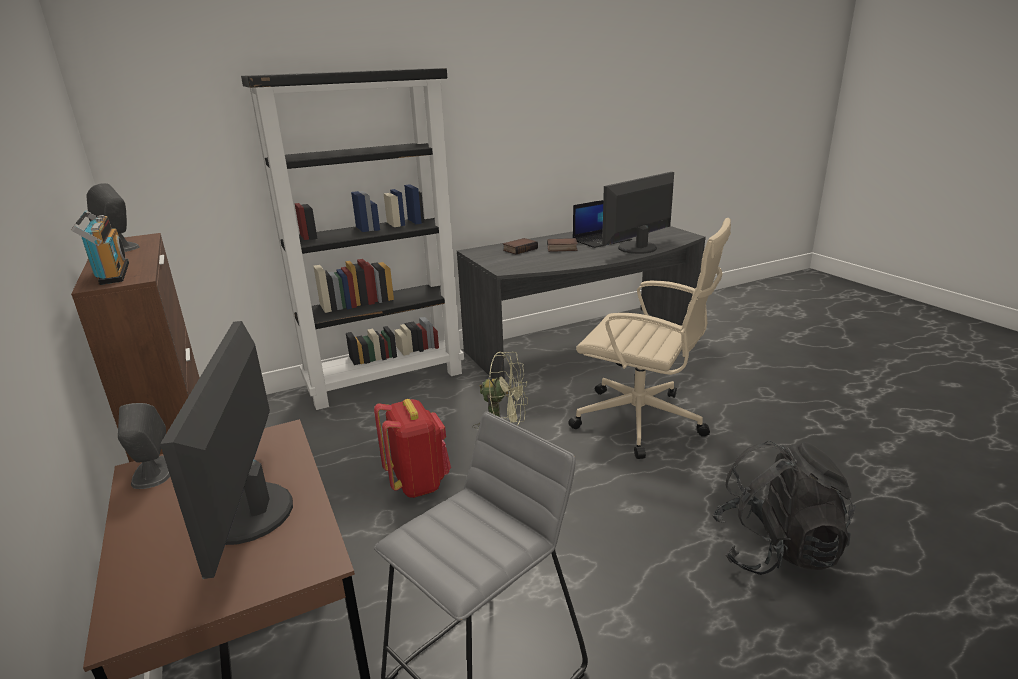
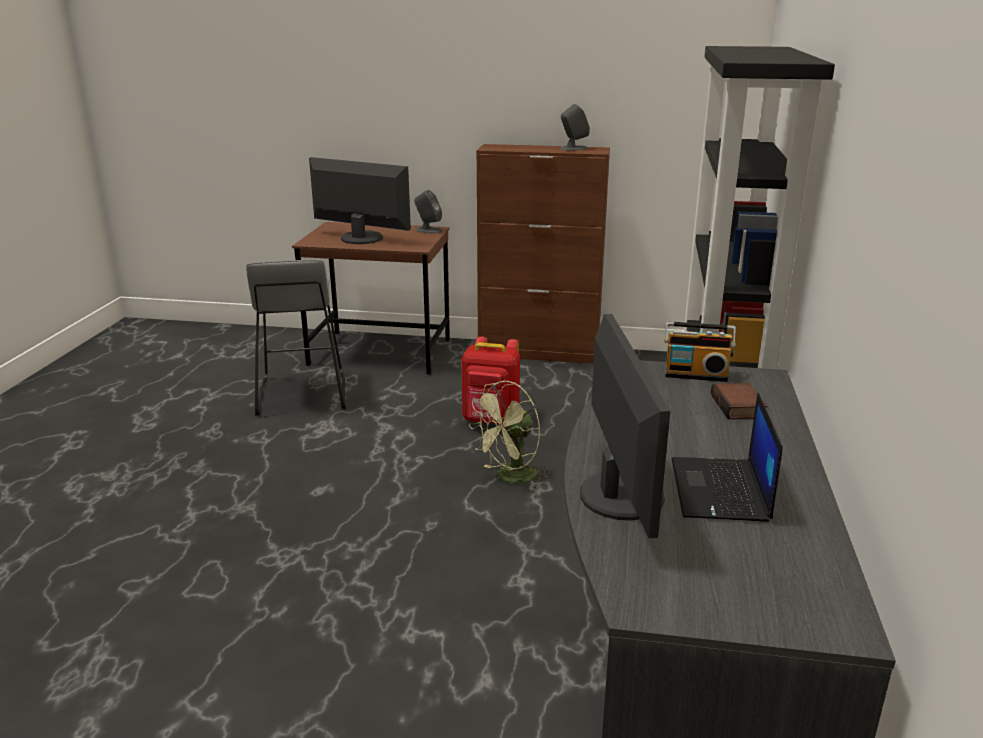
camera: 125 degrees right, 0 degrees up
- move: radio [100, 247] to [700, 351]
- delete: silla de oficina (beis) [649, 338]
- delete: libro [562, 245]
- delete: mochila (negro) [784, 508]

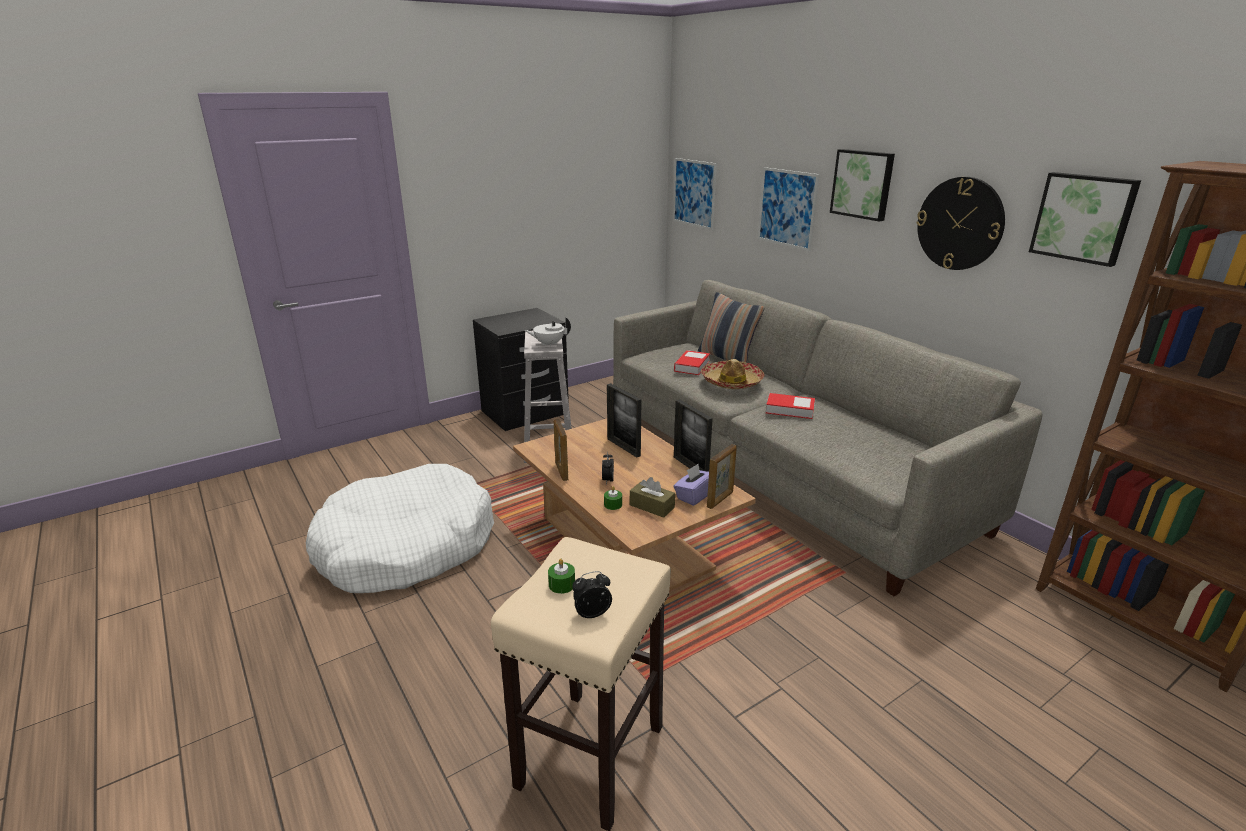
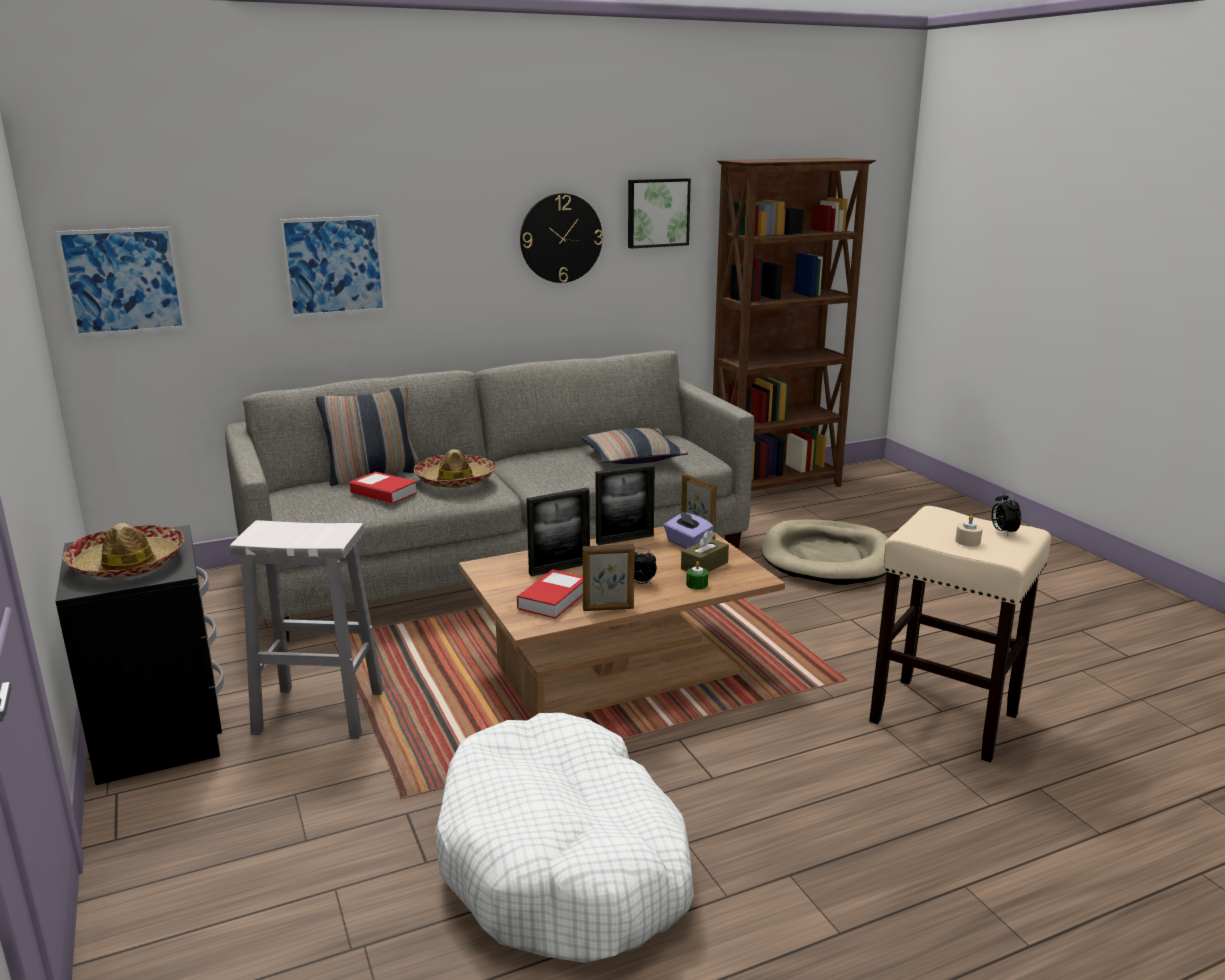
camera: 80 degrees left, 5 degrees down
- delete: cuadro [862, 185]
- delete: tetera (blanco) [547, 332]
- move: libro [790, 406] to [550, 594]
- recolor: vela (verde) [561, 576] to vela (beis) [969, 531]
- insert: cojín [634, 446]
- insert: cama para perro (beis) [824, 552]
- insert: sombrero [123, 550]

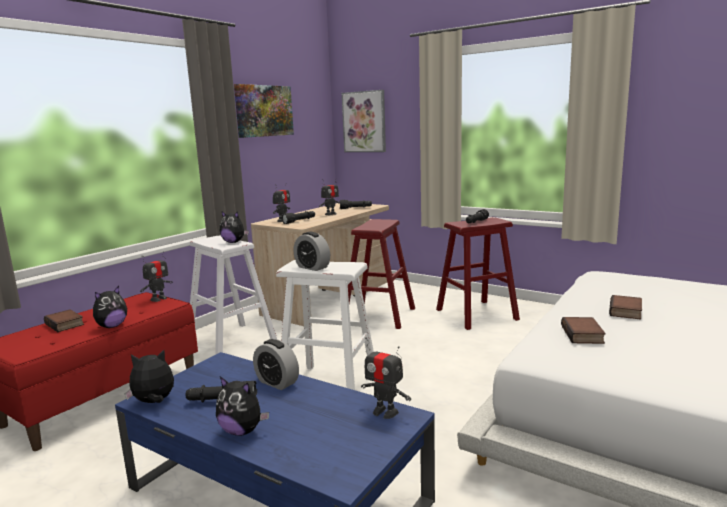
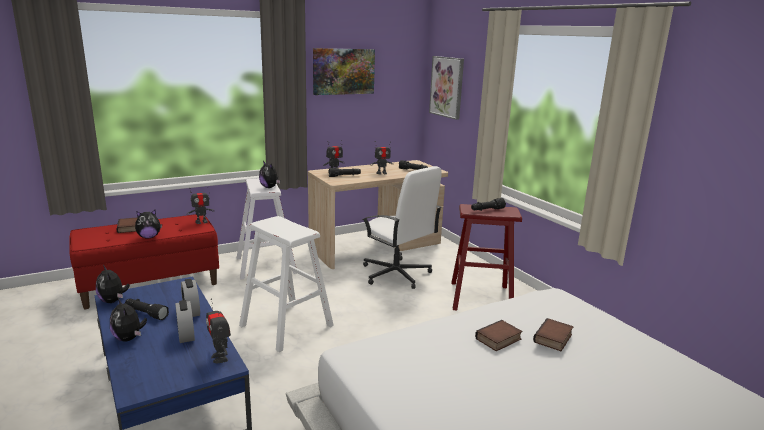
camera: 25 degrees right, 5 degrees up
- replace: taburete (rojo) [378, 274] to silla de oficina (blanco) [402, 227]
- move: despertador [311, 251] to [185, 321]
- move: libro [583, 330] to [553, 334]
- rotate: peluche [149, 376] = [113, 284] 135 degrees counterclockwise

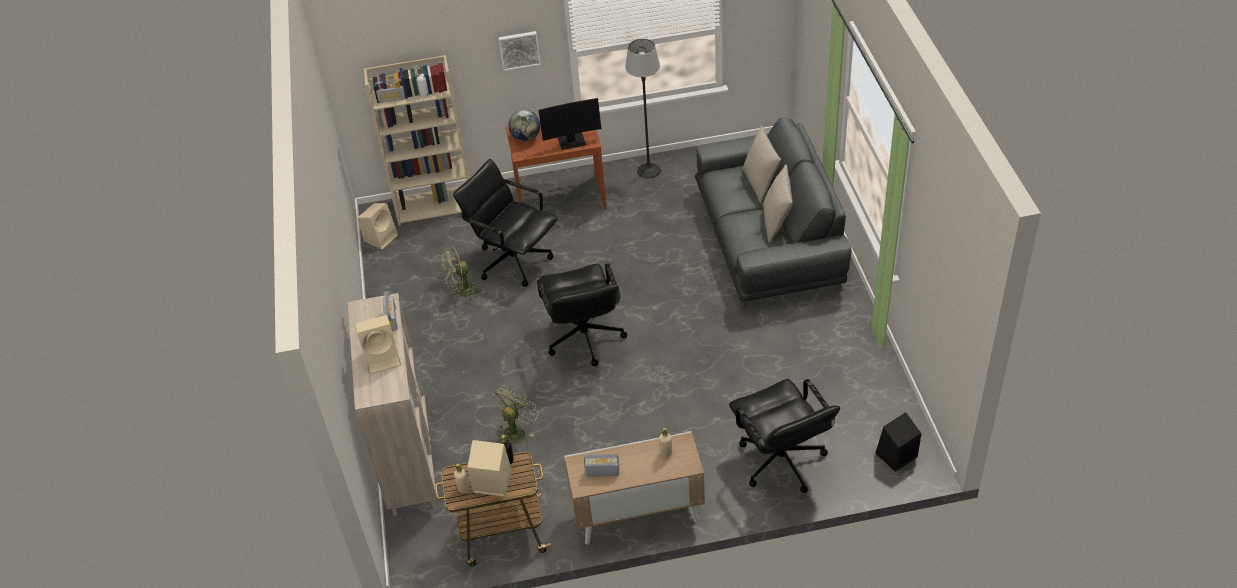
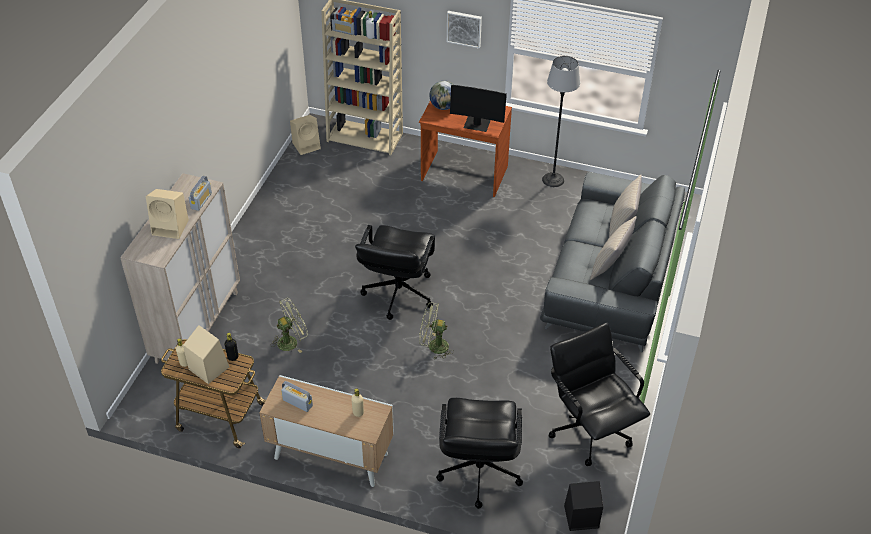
camera: 25 degrees right, 0 degrees up
- move: silla de oficina (negro) [505, 223] to [599, 394]
- move: ventilador (verde) [462, 274] to [436, 331]

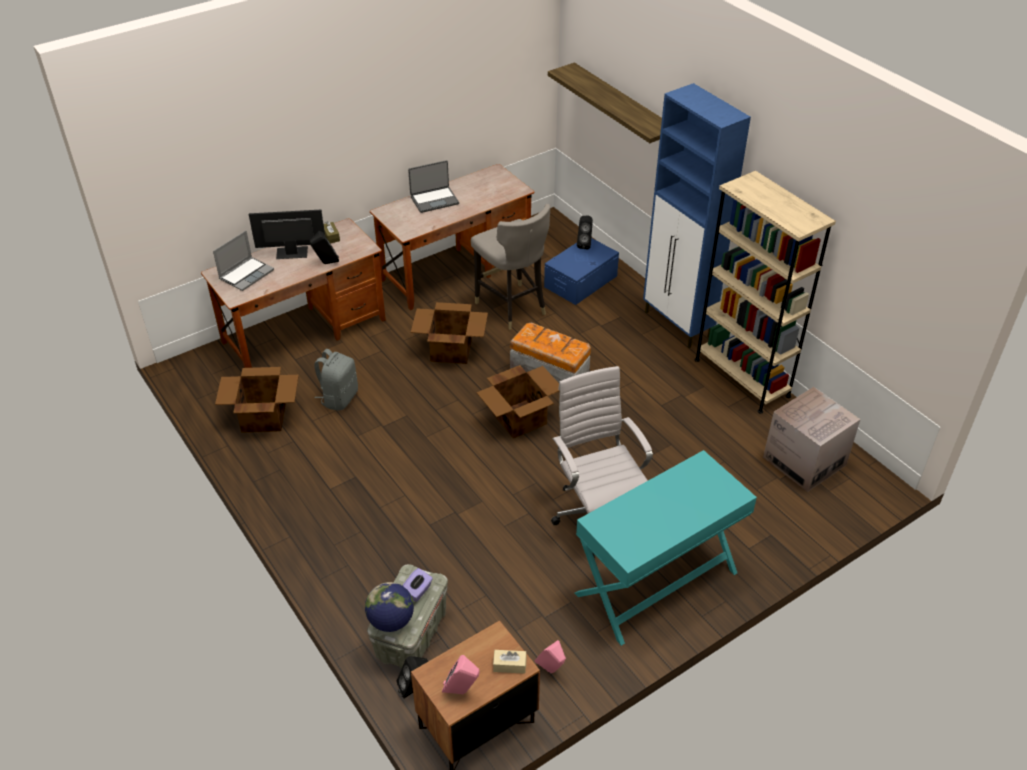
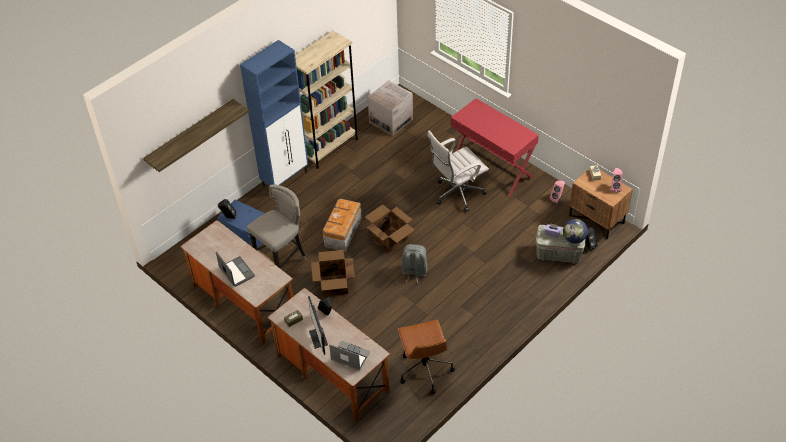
camera: 100 degrees left, 5 degrees up
- move: mochila (gris) [336, 379] to [414, 263]
- replace: caja de cartón [257, 400] to silla de oficina (marrón) [426, 357]
- recolor: escritorio (turquesa) [666, 548] to escritorio (rojo) [495, 147]

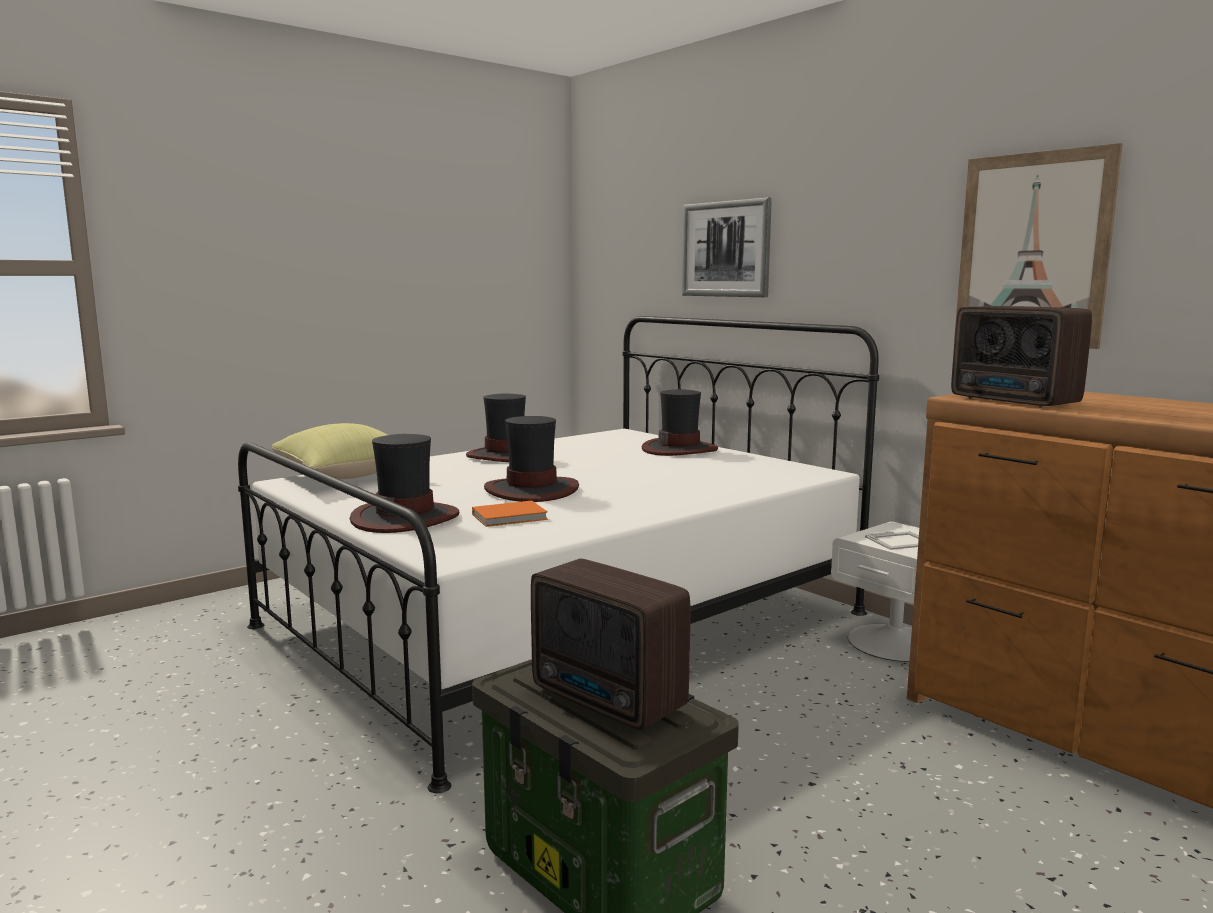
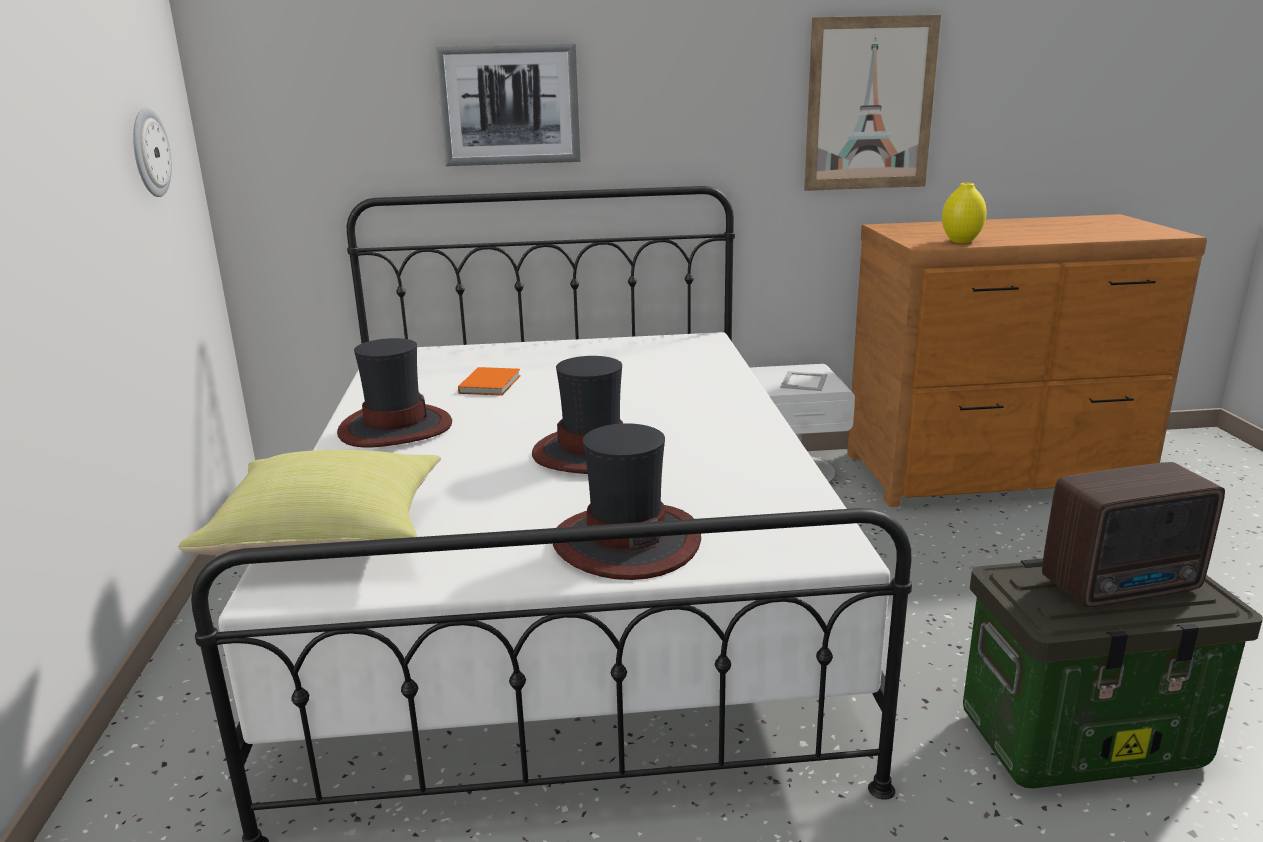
camera: 55 degrees left, 10 degrees up
- replace: radio [1021, 357] to florero (amarillo) [964, 213]
- delete: sombrero [680, 422]
- move: libro (naranja) [510, 514] to [489, 381]
- insert: reloj de pared [152, 152]

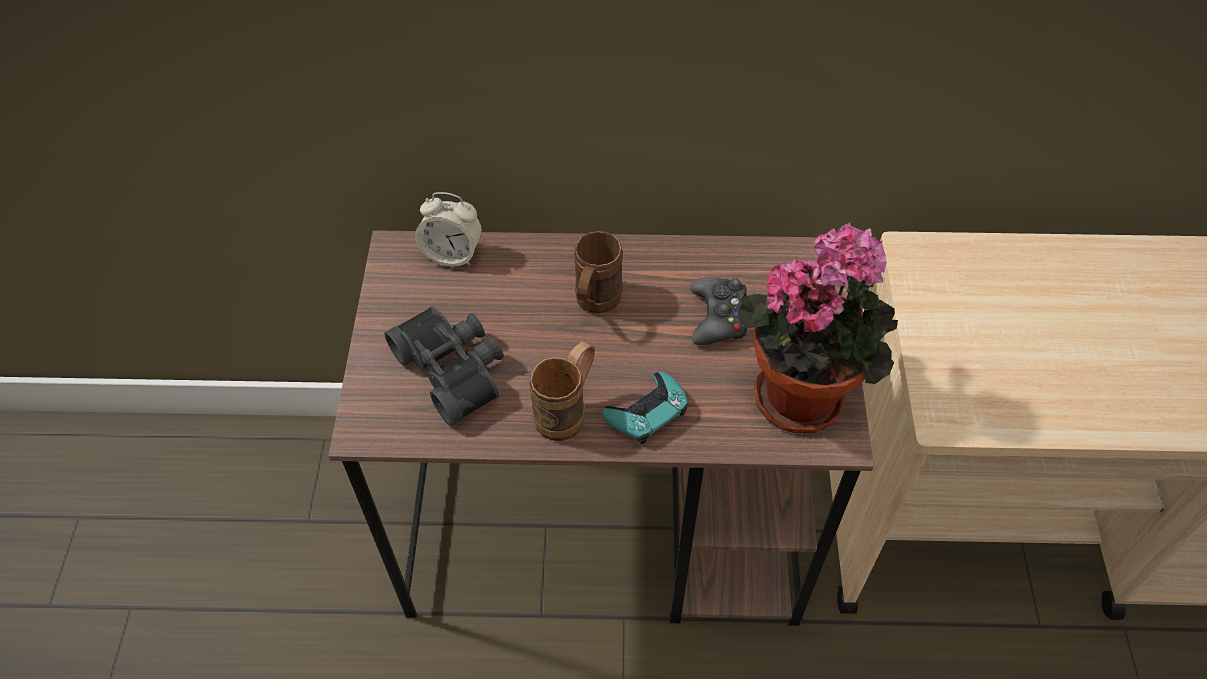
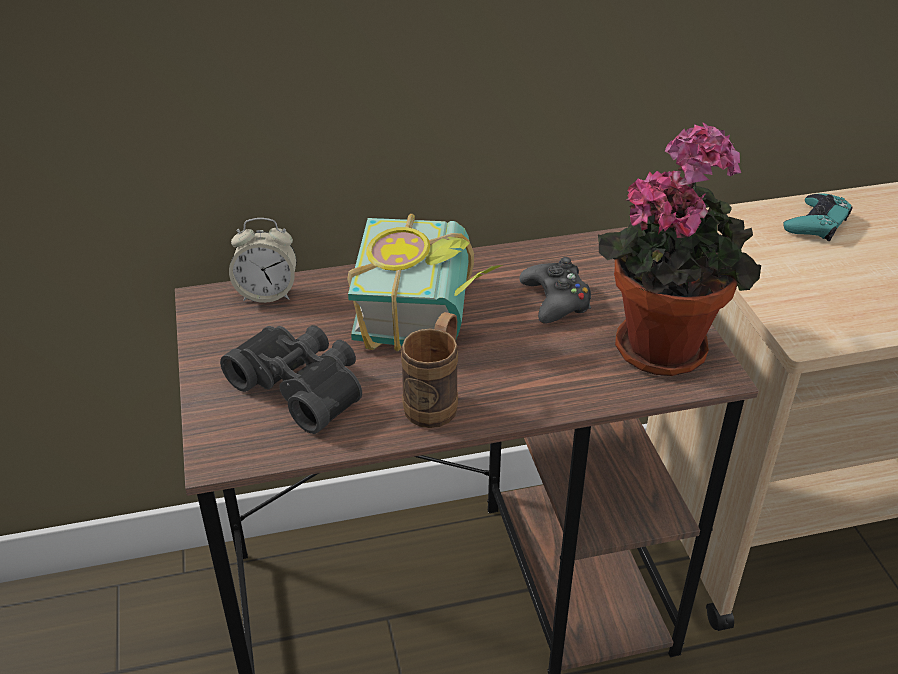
camera: 15 degrees left, 15 degrees down
- replace: taza grande (marrón) [598, 272] to libro [425, 282]
- move: mando de consola (turquesa) [645, 408] to [818, 217]

